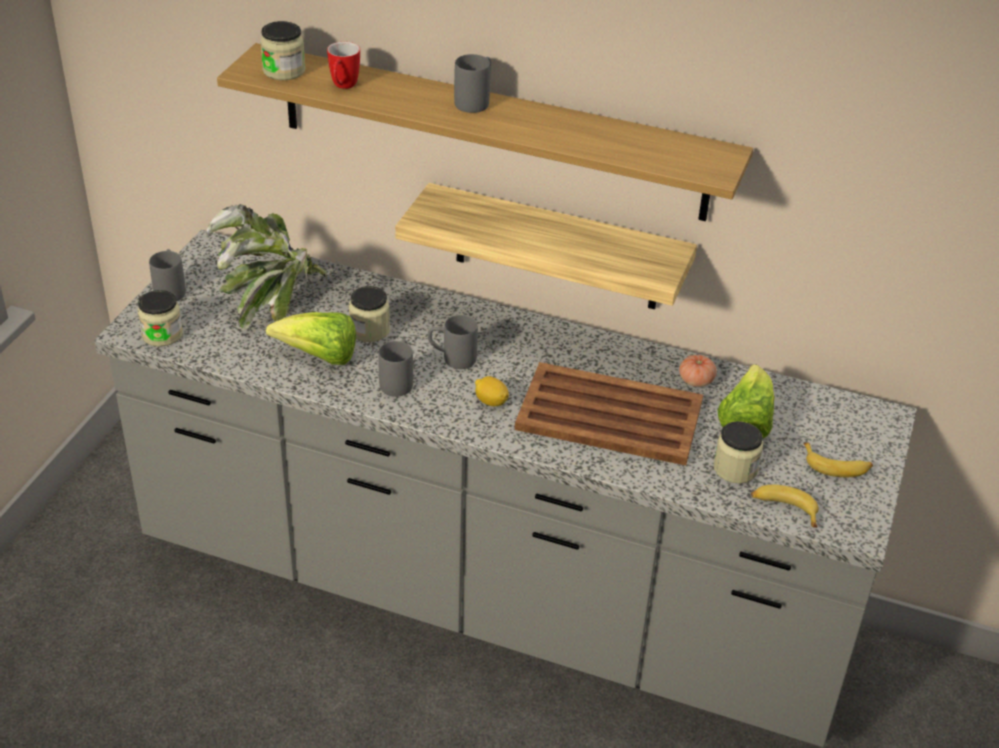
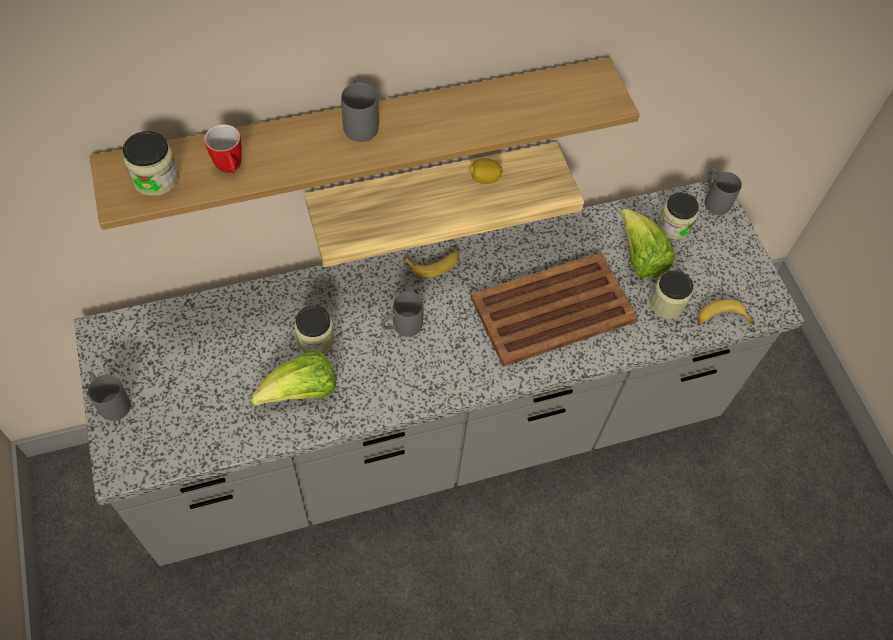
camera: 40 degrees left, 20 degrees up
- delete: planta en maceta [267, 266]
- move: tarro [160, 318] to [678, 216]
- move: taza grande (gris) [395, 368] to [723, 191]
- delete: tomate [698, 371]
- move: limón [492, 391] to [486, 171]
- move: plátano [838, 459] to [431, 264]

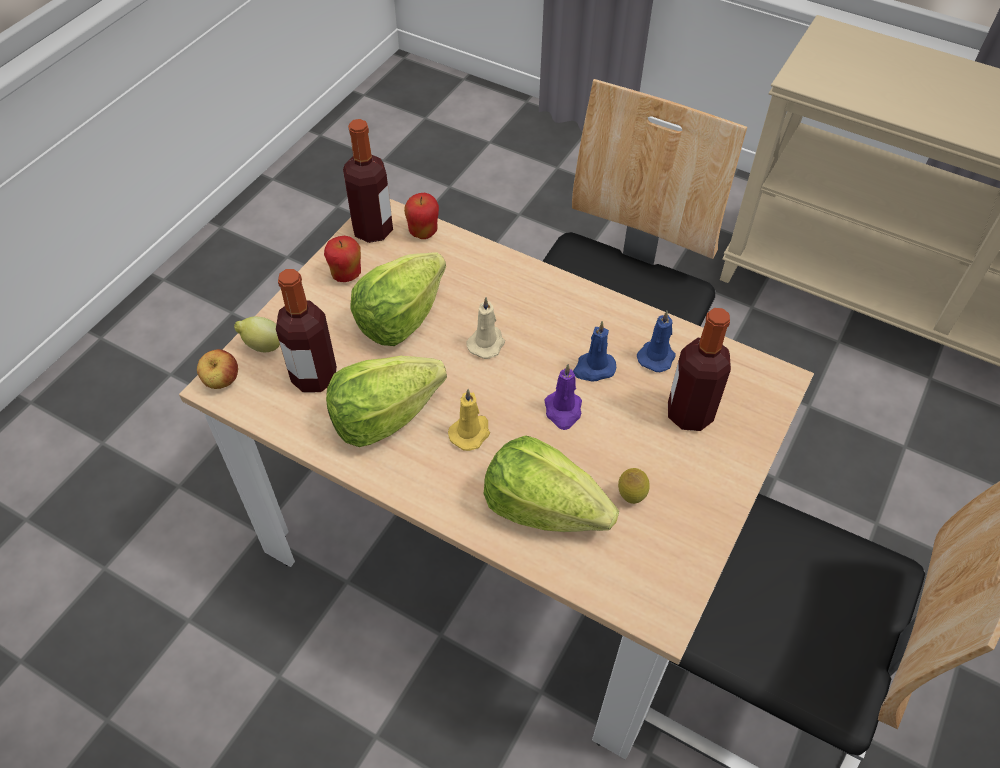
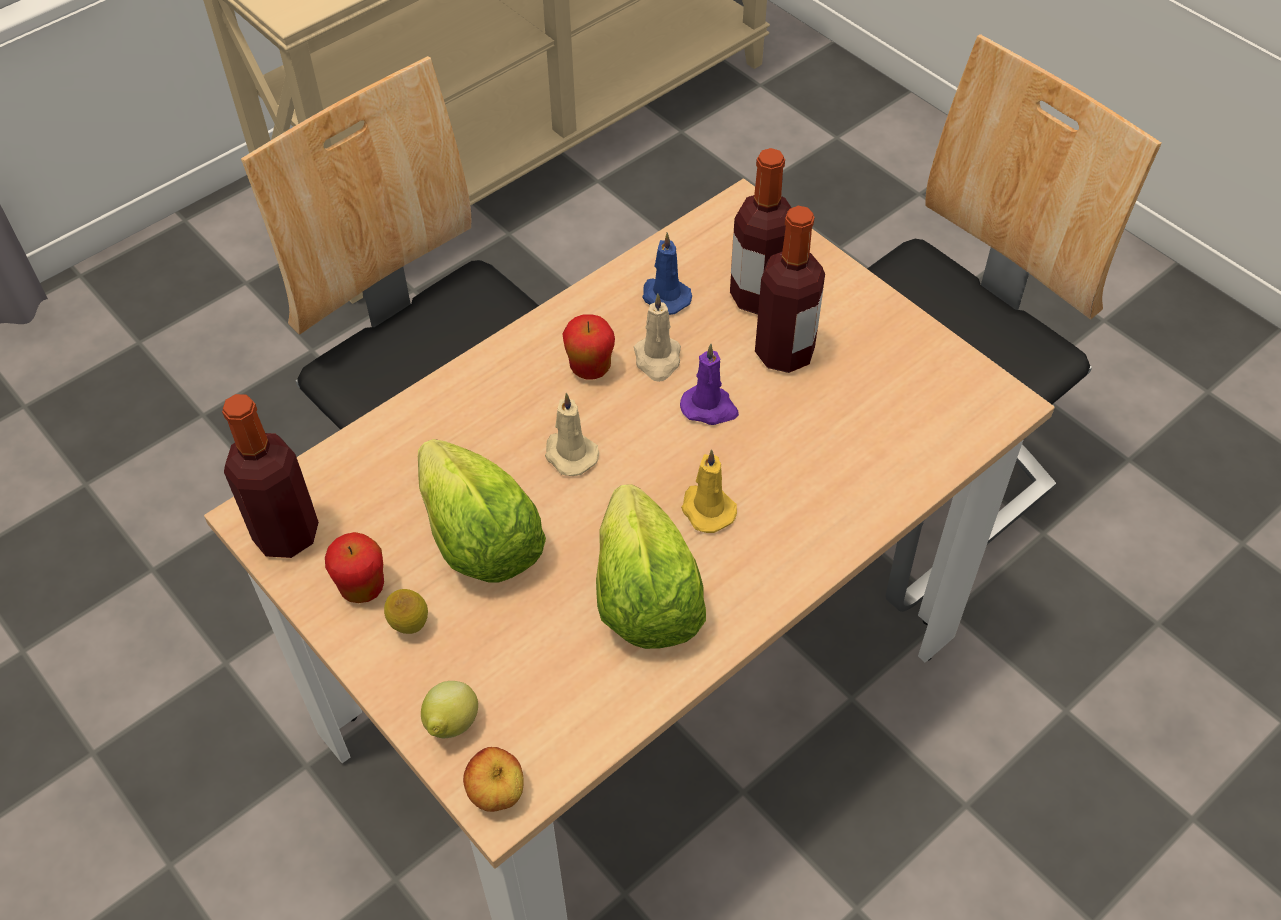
camera: 70 degrees left, 0 degrees up
- move: manzana [421, 216] to [589, 347]
- move: botella [306, 331] to [790, 289]
- recolor: vela (azul) [594, 351] to vela (beis) [657, 338]
- delete: lechuga [551, 483]
- move: limón [634, 486] to [406, 611]

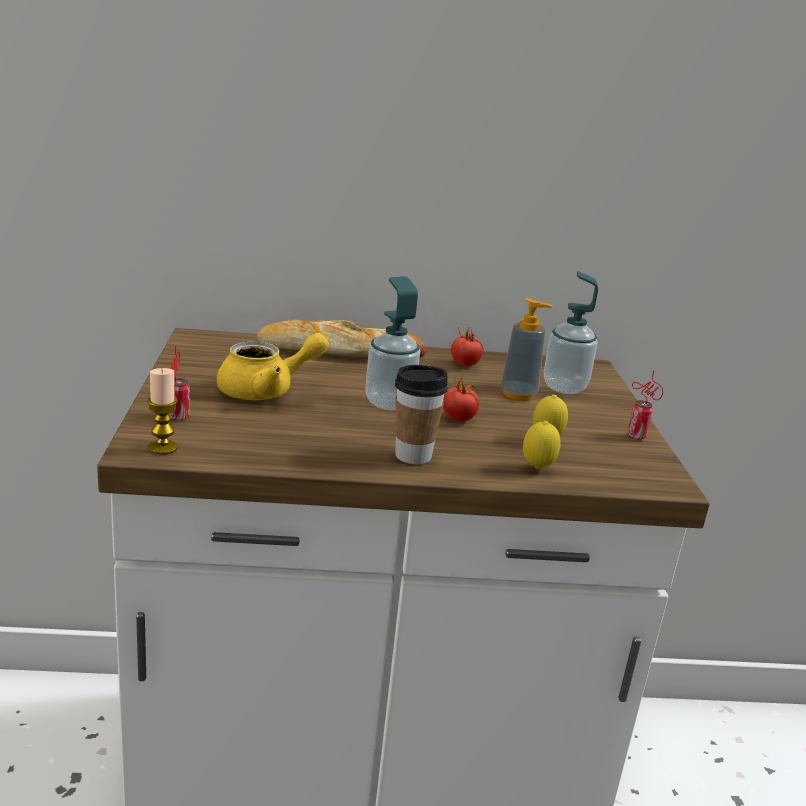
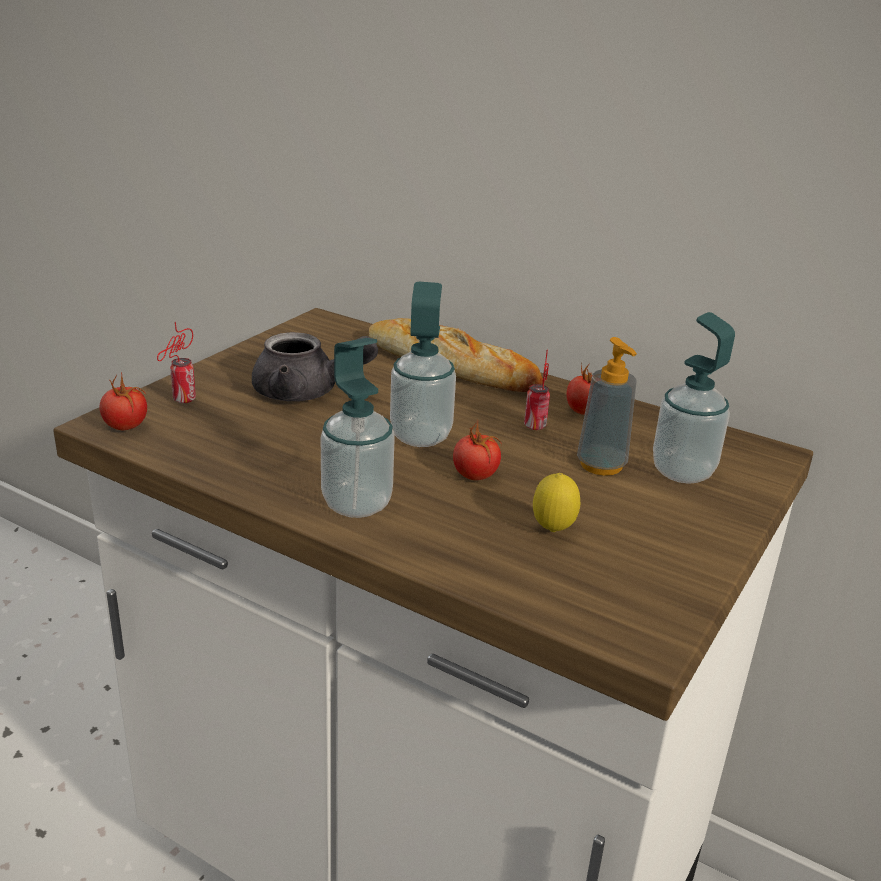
camera: 35 degrees right, 5 degrees up
- recolor: tetera (amarillo) [273, 366] to tetera (gris) [315, 366]
- replace: taza [421, 414] to dispensador de jabón [358, 428]
- replace: vela [162, 411] to tomate [123, 401]
- move: lata [645, 404] to [537, 390]
- delete: limón [542, 445]

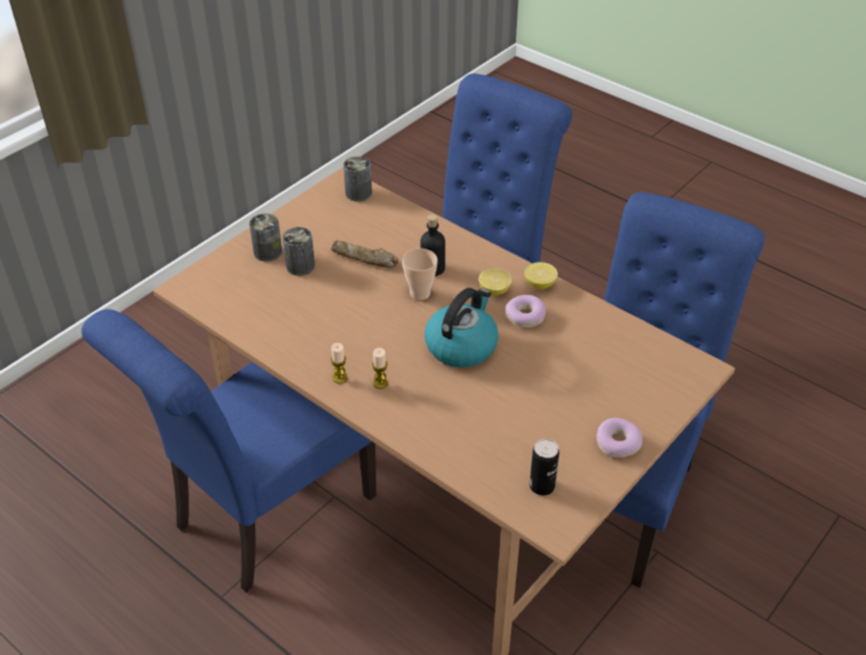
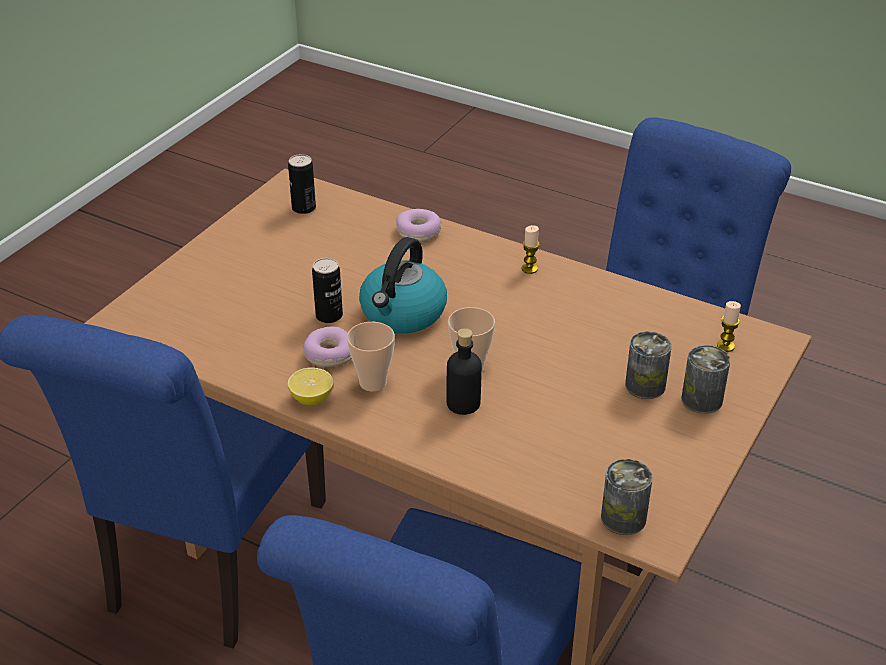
camera: 170 degrees right, 5 degrees down
- delete: pan [365, 254]
- replace: limón [495, 281] to taza [371, 356]
- move: vela [380, 368] to [729, 326]
- move: rosquilla [619, 438] to [419, 225]
- insert: lata [327, 290]

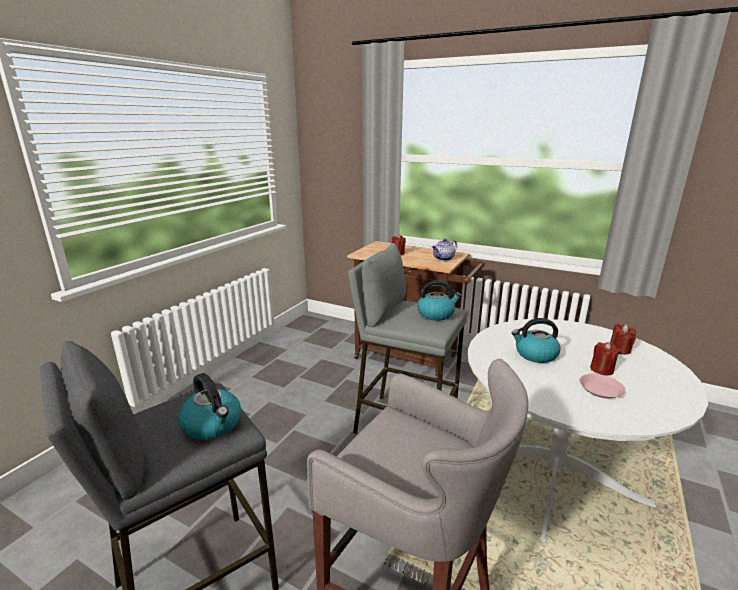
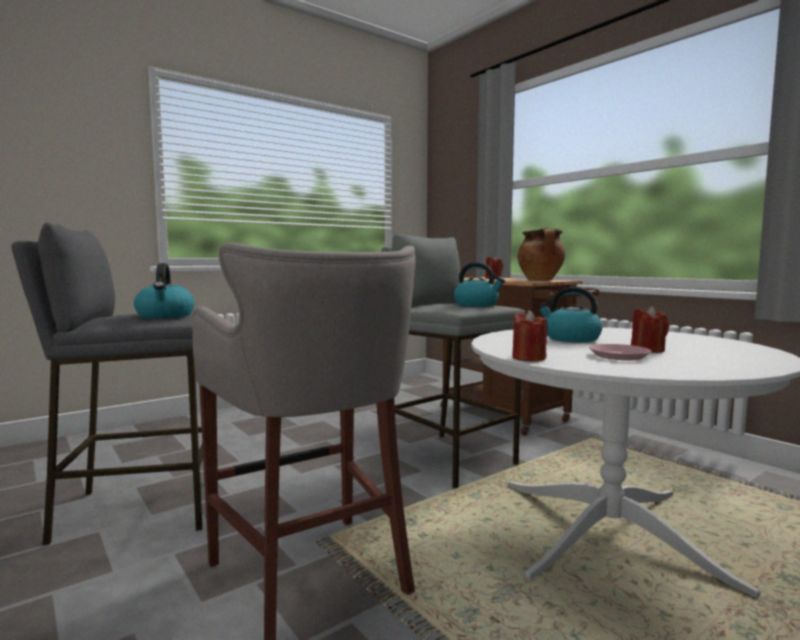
camera: 25 degrees right, 15 degrees down
- replace: tetera [444, 249] to olla [541, 254]
- move: vela (rojo) [623, 339] to [530, 335]

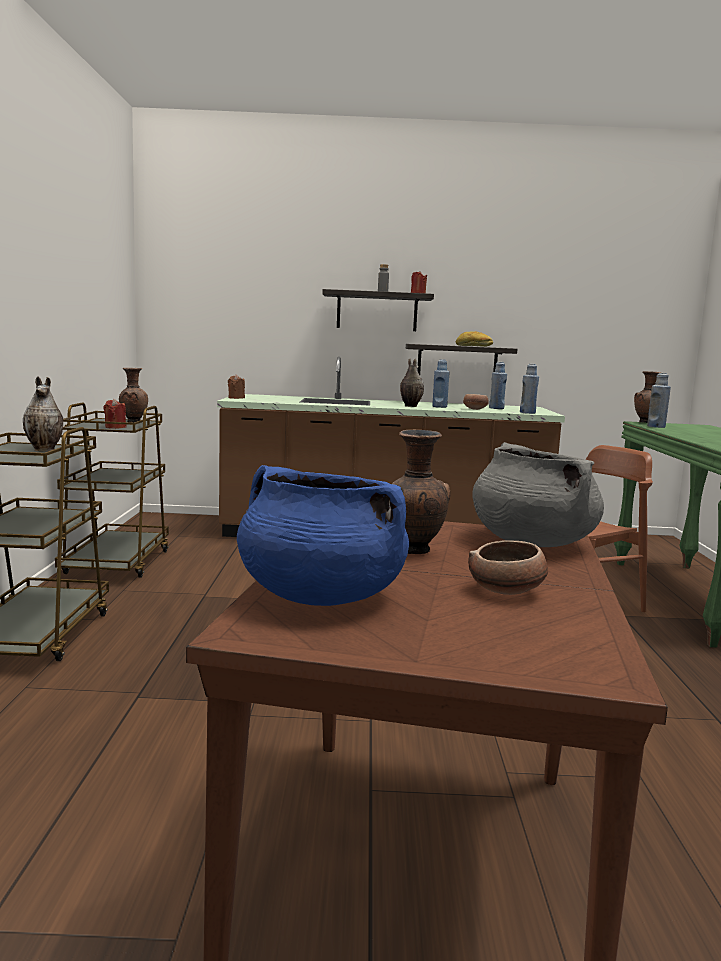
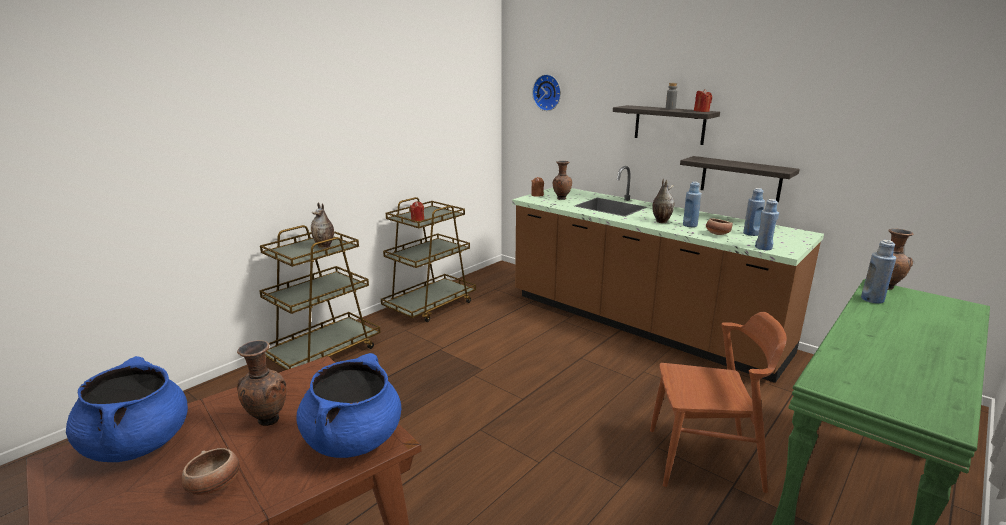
camera: 40 degrees right, 10 degrees up
- delete: pan [474, 339]
- move: florero (marrón) [133, 395] to [562, 180]
- recolor: olla (gris) [538, 494] to olla (azul) [348, 405]
- insert: reloj de pared [546, 92]

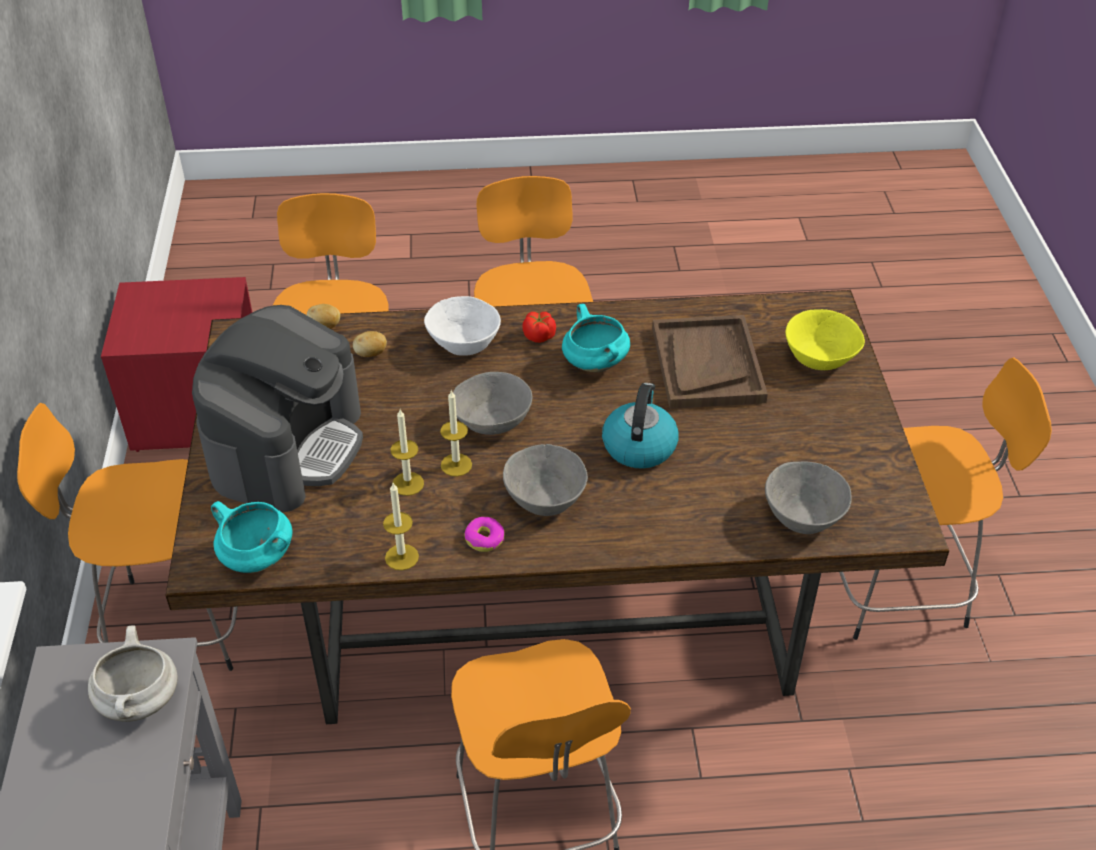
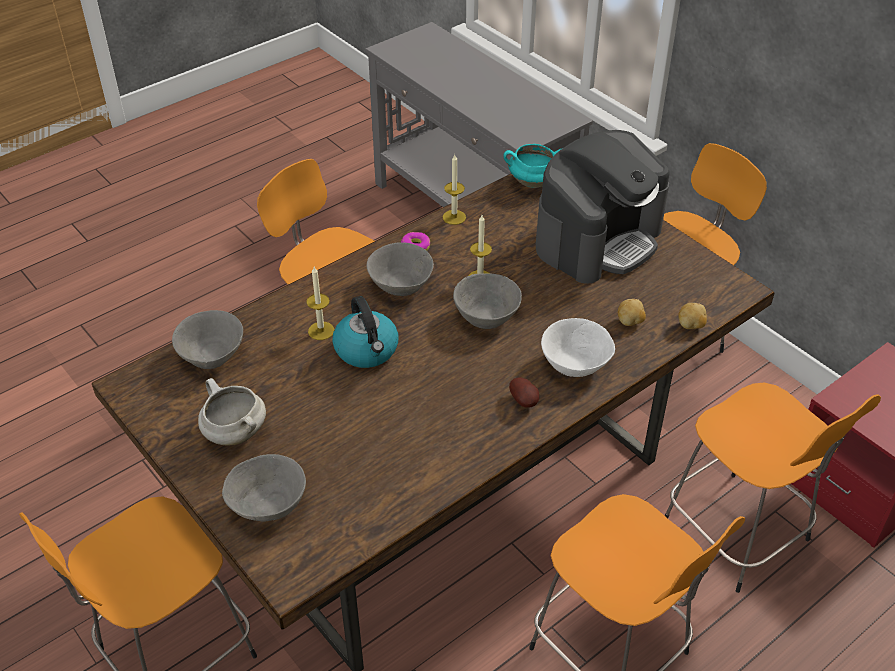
camera: 145 degrees right, 0 degrees up
- delete: olla (turquesa) [596, 338]
- rotate: cafetera [277, 408] = [603, 207] 120 degrees counterclockwise
- recolor: cuenco (amarillo) [825, 339] to cuenco (gris) [264, 487]
- replace: tomate [539, 327] to patata [524, 393]
- delete: bandeja (marrón) [710, 362]
- move: vela [407, 452] to [320, 303]
- move: olla (blanco) [132, 673] to [232, 412]

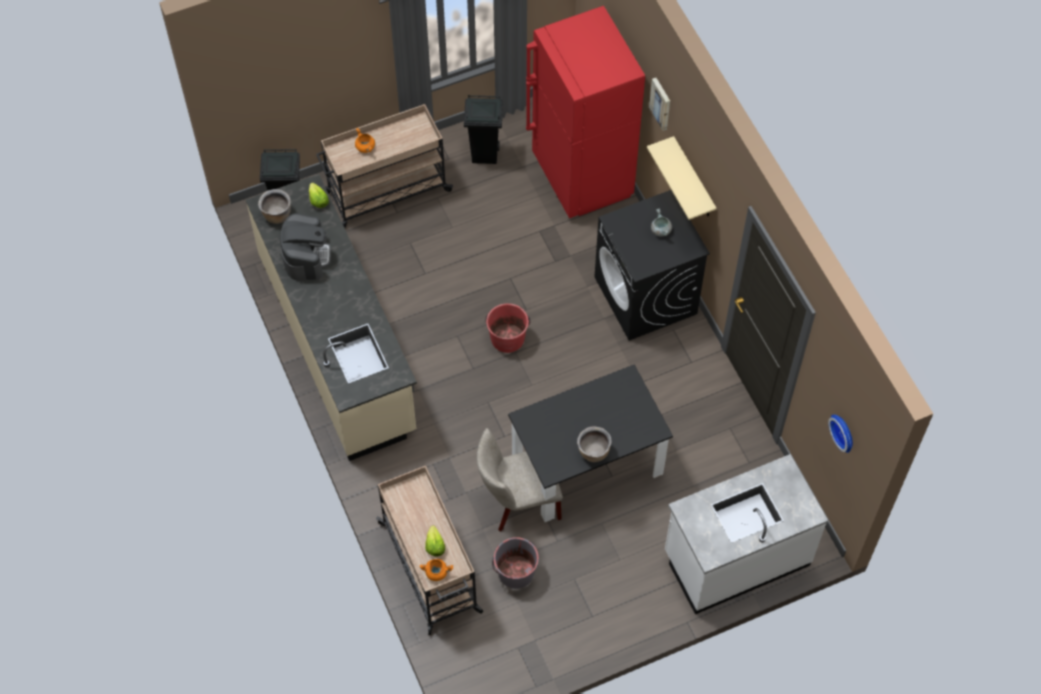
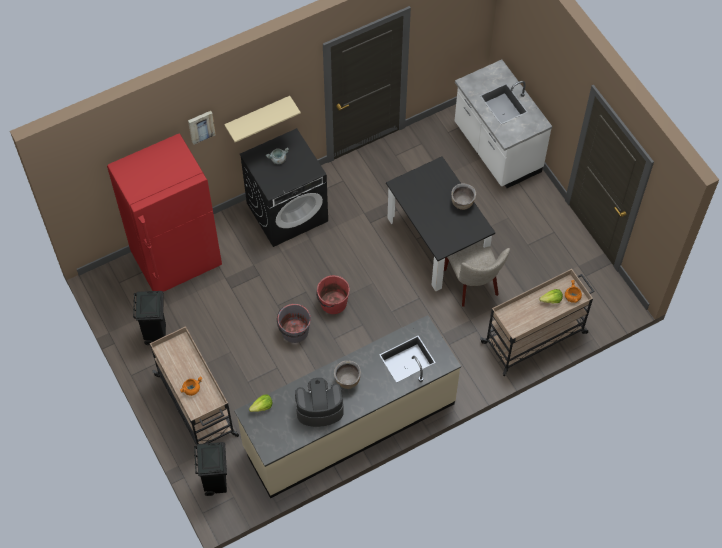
camera: 95 degrees left, 0 degrees up
- move: olla (marrón) [274, 206] to [347, 375]
- delete: reloj de pared [840, 434]
- move: cubo (gris) [515, 563] to [294, 323]

